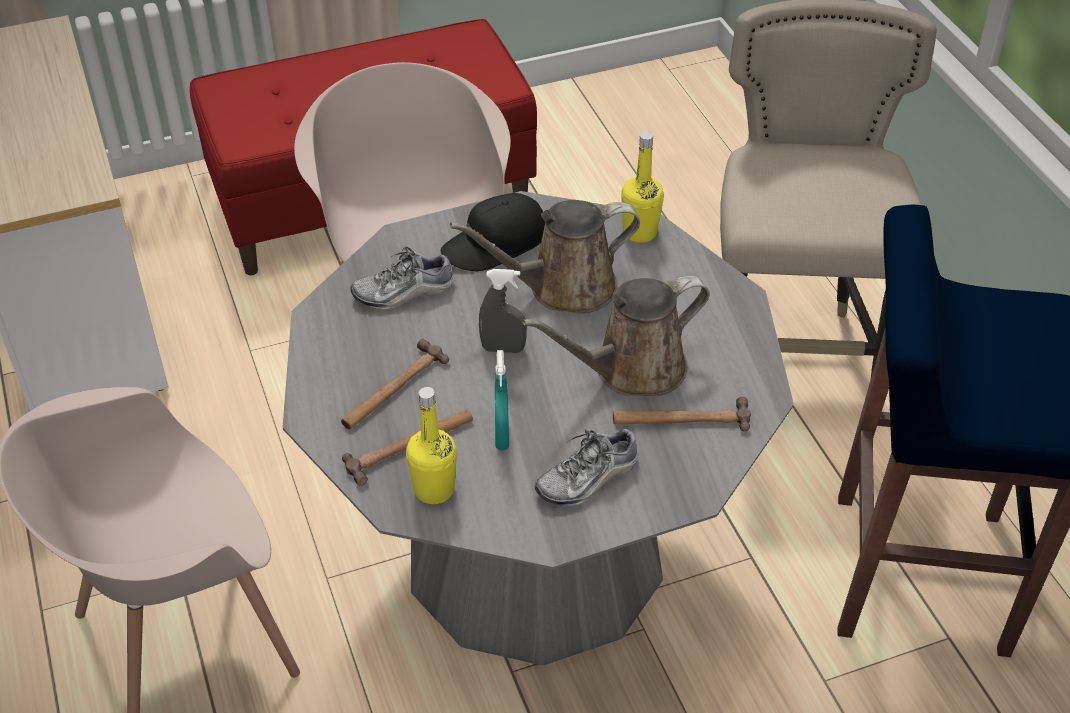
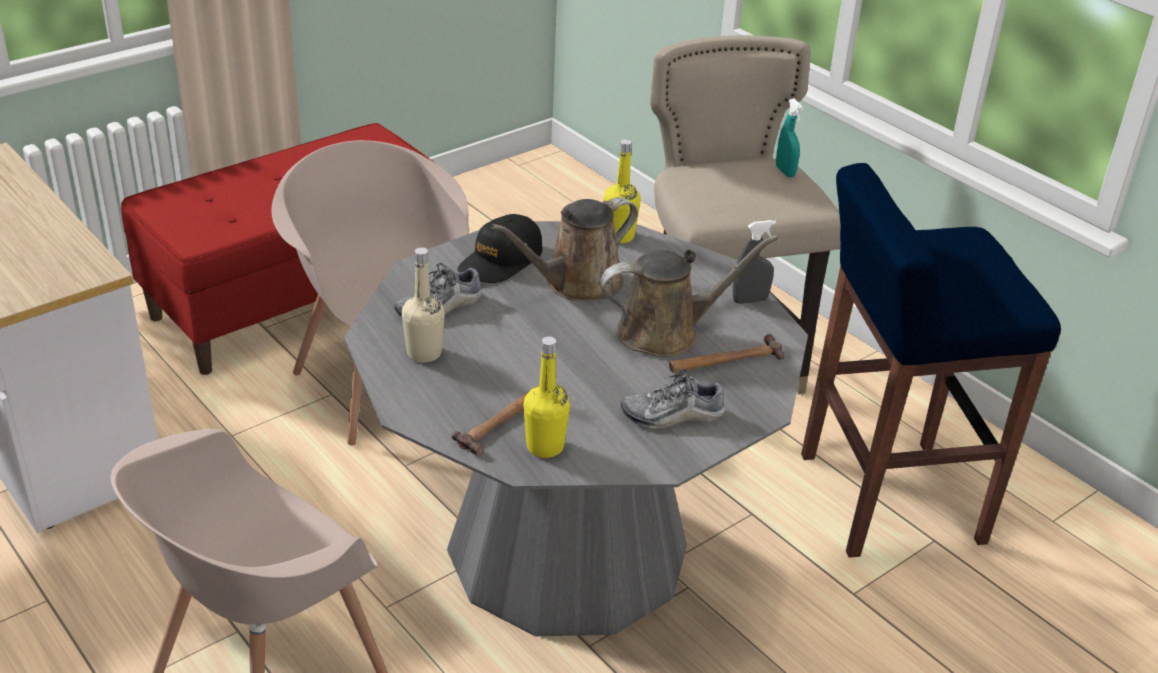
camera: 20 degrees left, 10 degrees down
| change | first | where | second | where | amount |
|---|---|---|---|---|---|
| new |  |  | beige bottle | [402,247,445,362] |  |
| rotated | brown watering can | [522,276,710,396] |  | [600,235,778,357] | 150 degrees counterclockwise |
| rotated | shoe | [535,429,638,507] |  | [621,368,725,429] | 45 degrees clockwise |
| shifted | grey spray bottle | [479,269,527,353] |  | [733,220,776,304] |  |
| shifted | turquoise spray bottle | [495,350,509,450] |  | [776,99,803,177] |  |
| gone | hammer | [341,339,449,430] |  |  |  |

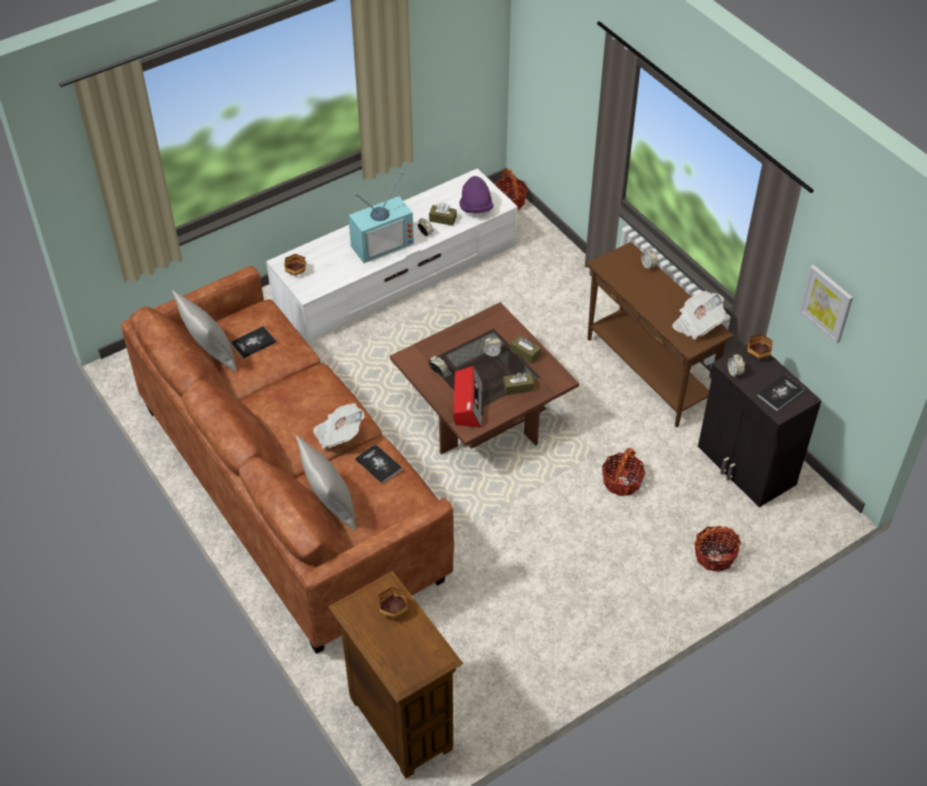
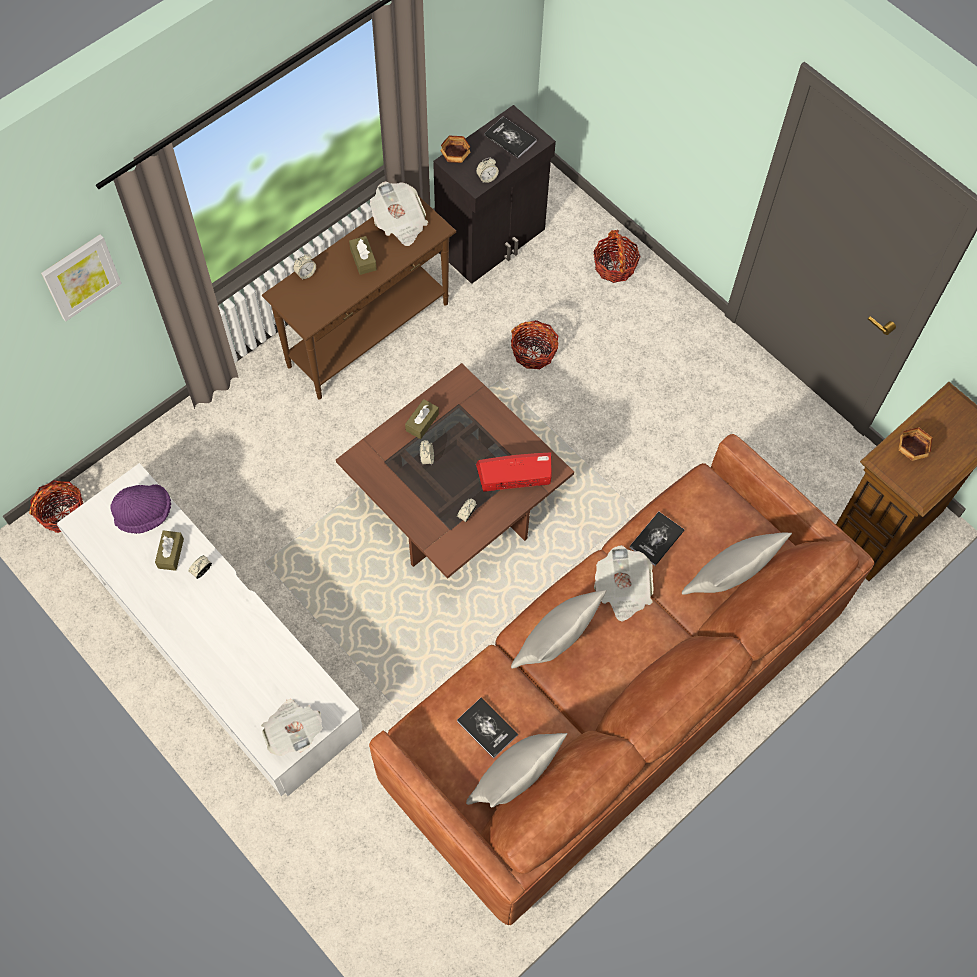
camera: 100 degrees left, 15 degrees up
| change | first | where | second | where | amount |
|---|---|---|---|---|---|
| shifted | picture | [799,265,853,344] |  | [41,234,122,321] |  |
| swapped | bowl | [285,254,306,276] | newspaper | [261,699,323,756] |  |
| shifted | brown tissue box | [503,372,534,395] |  | [349,236,377,275] |  |
| new |  |  | grey pillow | [511,590,607,668] |  |
| gone | television | [348,171,414,263] |  |  |  |

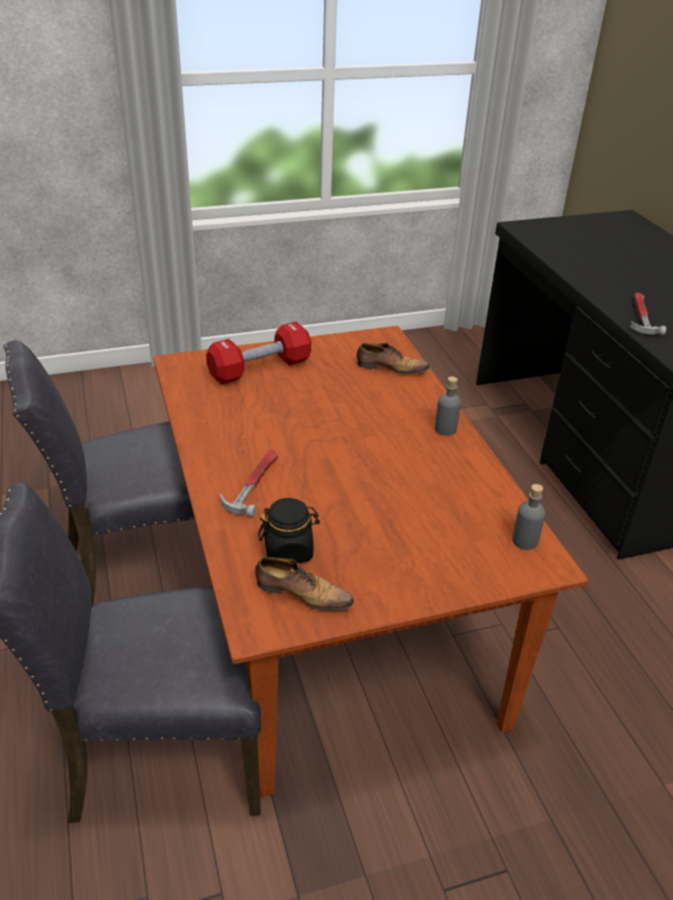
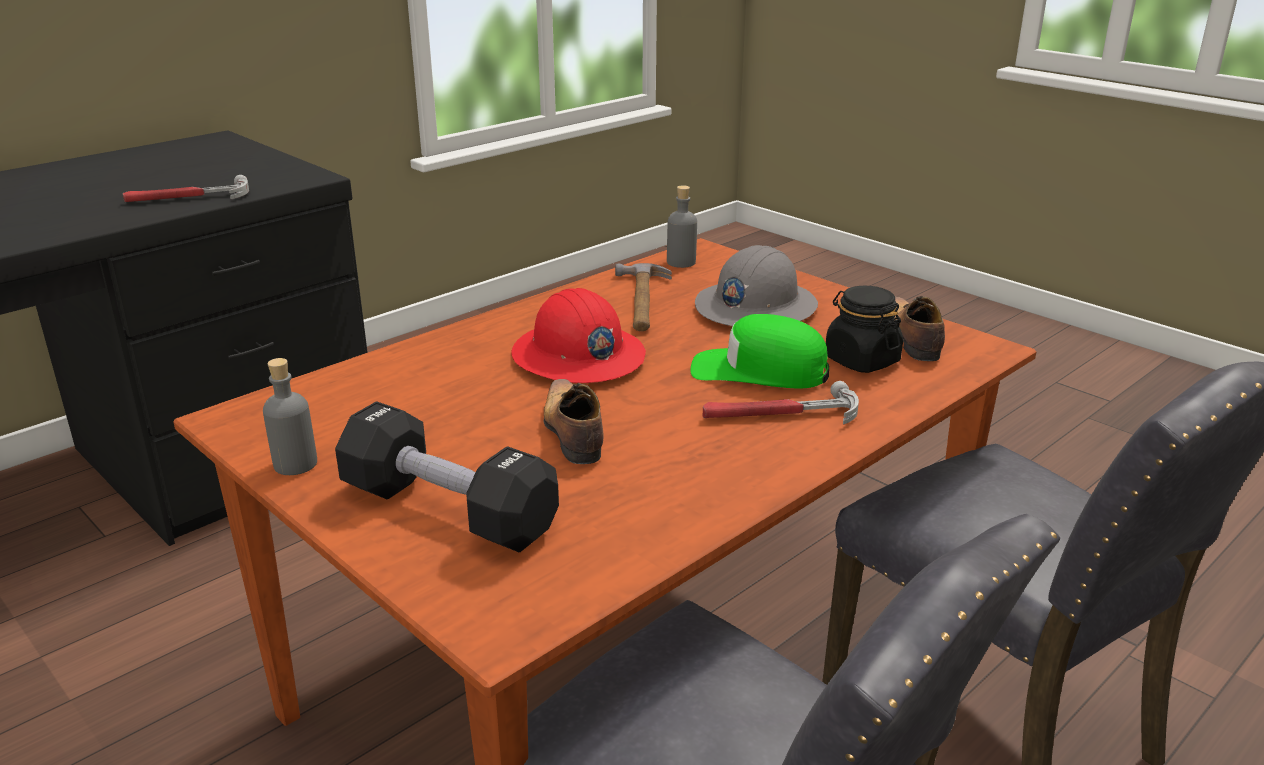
camera: 115 degrees left, 10 degrees down
| change | first | where | second | where | amount |
|---|---|---|---|---|---|
| shifted | grey bottle | [435,377,461,436] |  | [263,358,317,475] |  |
| repainted | red dumbbell | [206,322,311,384] | black dumbbell | [335,401,559,552] |  |
| new |  |  | red hard hat | [511,288,646,383] |  |
| shifted | shoe | [357,343,429,375] |  | [544,379,603,464] |  |
| new |  |  | hammer | [615,263,672,331] |  |
| new |  |  | green cap | [690,314,829,389] |  |
| new |  |  | grey hard hat | [695,245,818,326] |  |

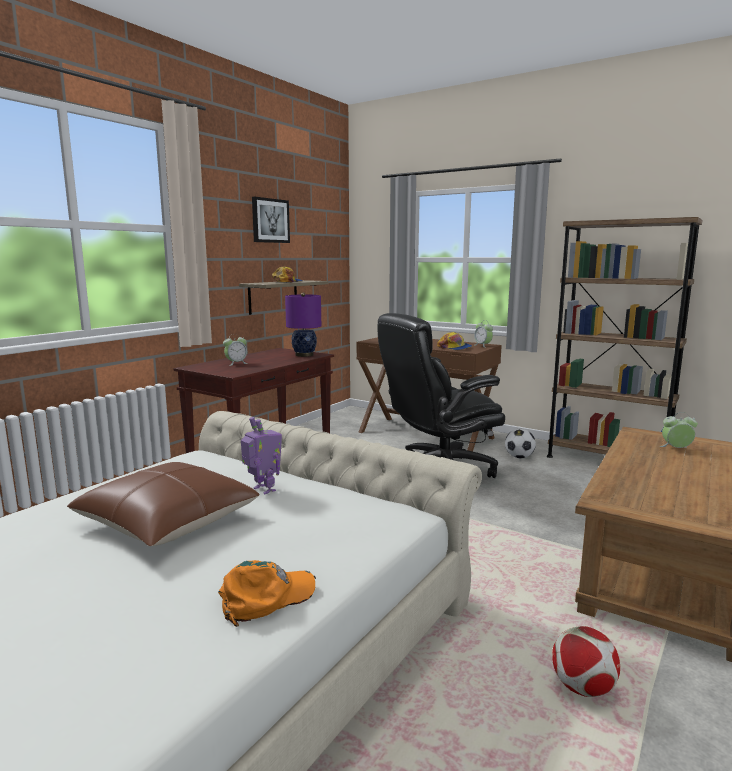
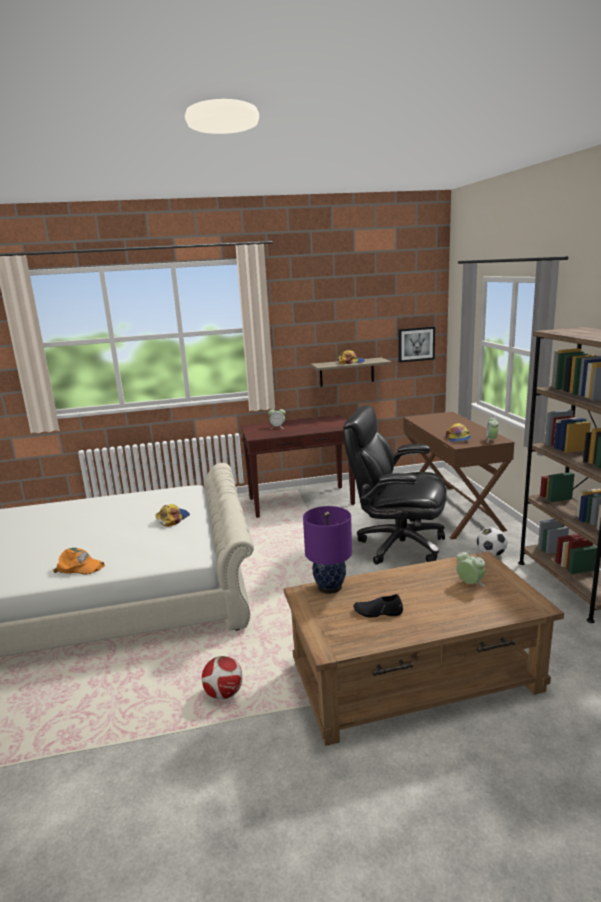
camera: 45 degrees right, 5 degrees up
| change | first | where | second | where | amount |
|---|---|---|---|---|---|
| swapped | toy robot | [241,417,282,494] | cap | [156,504,190,527] |  |
| shifted | purple table lamp | [285,293,321,357] |  | [303,506,352,594] |  |
| new |  |  | black shoe | [353,594,403,618] |  |
| shifted | picture | [252,197,290,243] |  | [398,326,435,363] |  |
| gone | brown pillow | [67,462,260,546] |  |  |  |

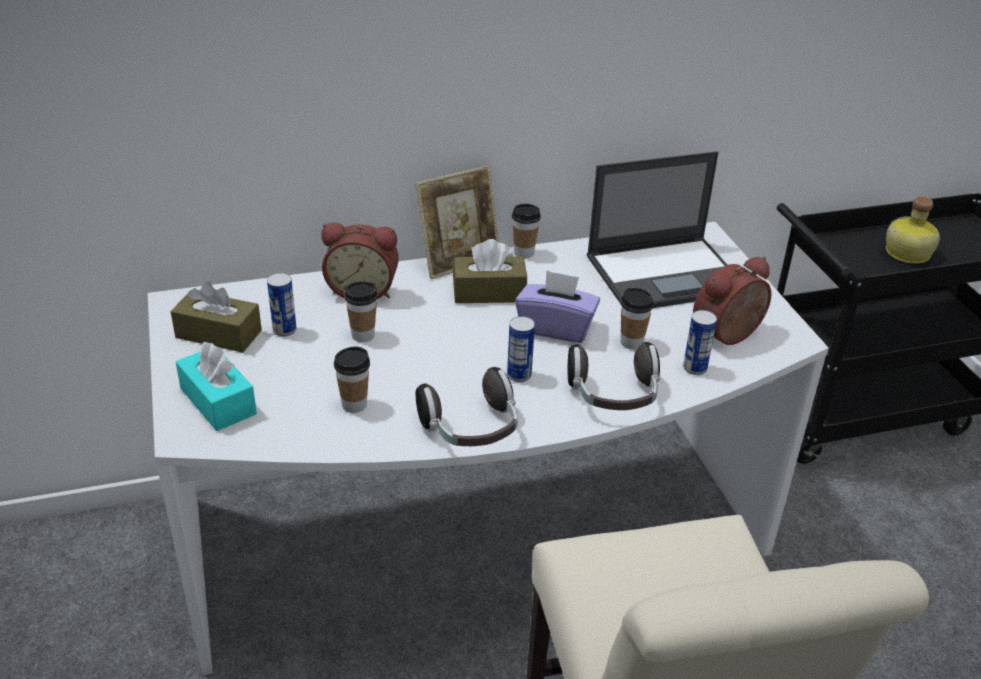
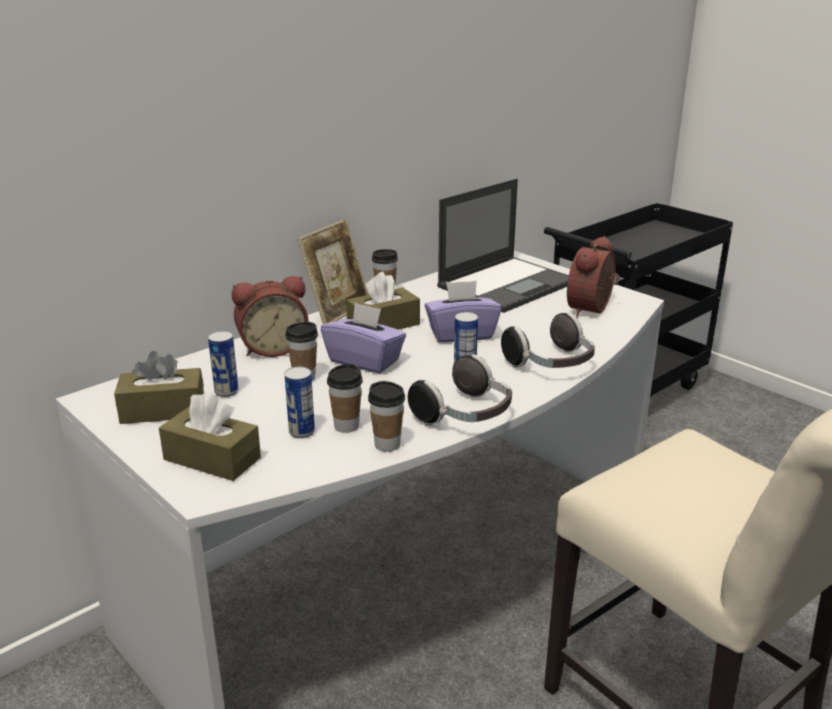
camera: 25 degrees left, 10 degrees down
| change | first | where | second | where | amount |
|---|---|---|---|---|---|
| repainted | turquoise tissue box | [176,342,257,431] | brown tissue box | [159,392,261,481] |  |
| shifted | can | [683,310,717,375] |  | [284,367,315,438] |  |
| new |  |  | purple tissue box | [321,302,406,373] |  |
| shifted | cup | [621,287,654,350] |  | [368,381,405,452] |  |
| gone | bottle | [886,197,940,264] |  |  |  |

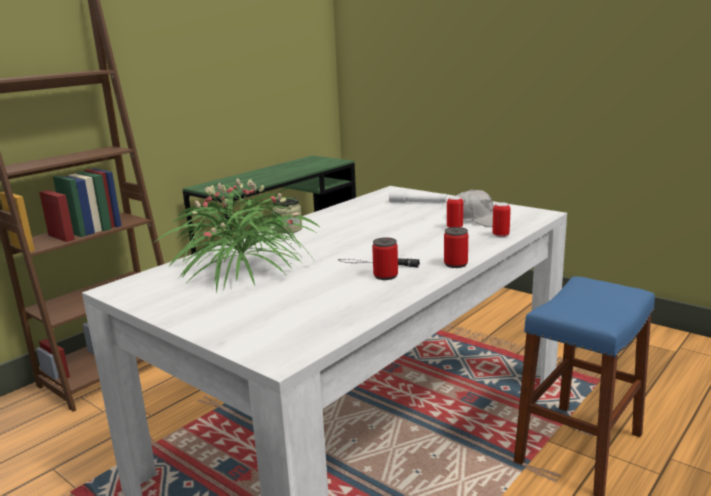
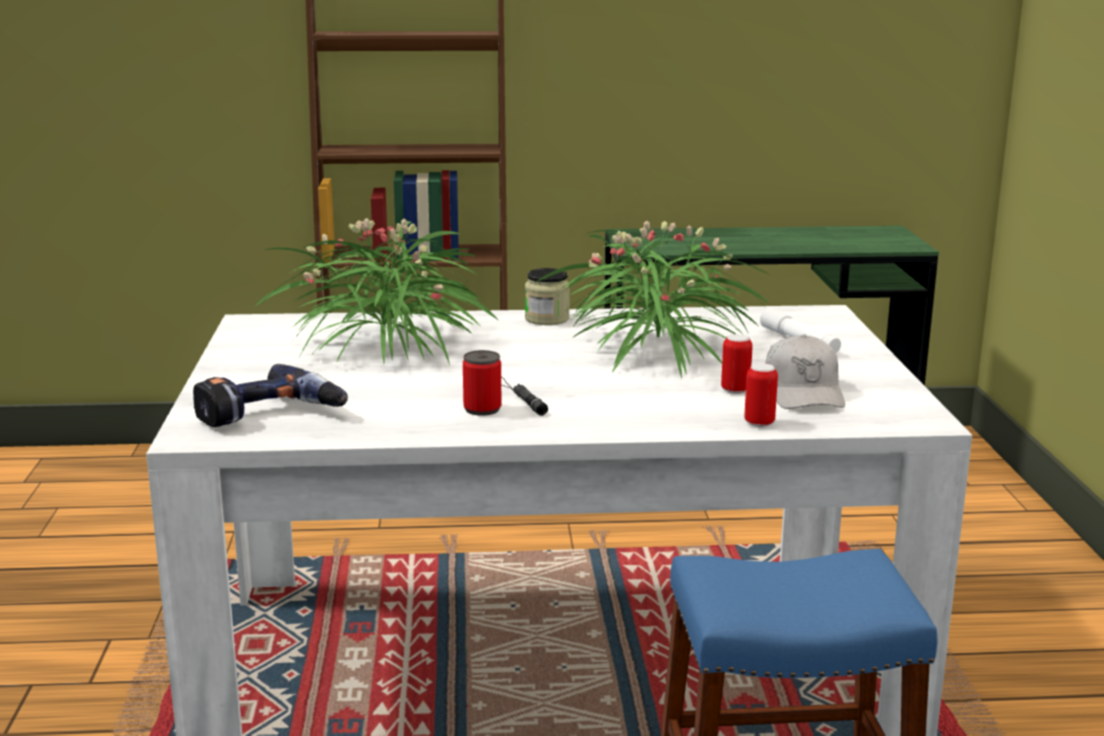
camera: 45 degrees right, 0 degrees up
| change | first | where | second | where | amount |
|---|---|---|---|---|---|
| new |  |  | power drill | [193,364,348,427] |  |
| new |  |  | potted plant | [537,221,771,378] |  |
| gone | can | [444,227,468,268] |  |  |  |

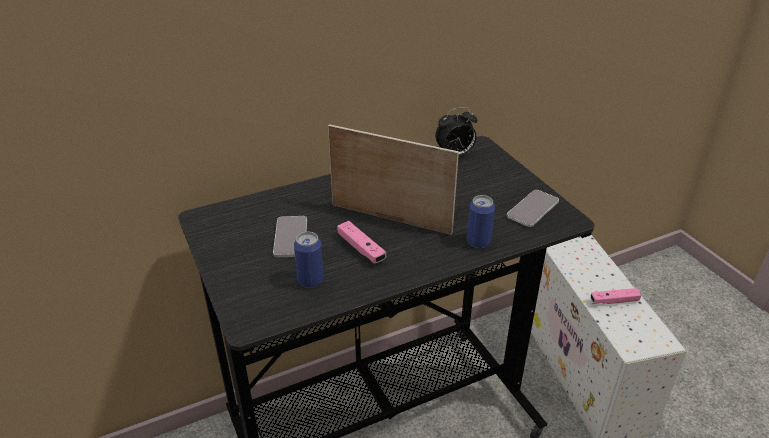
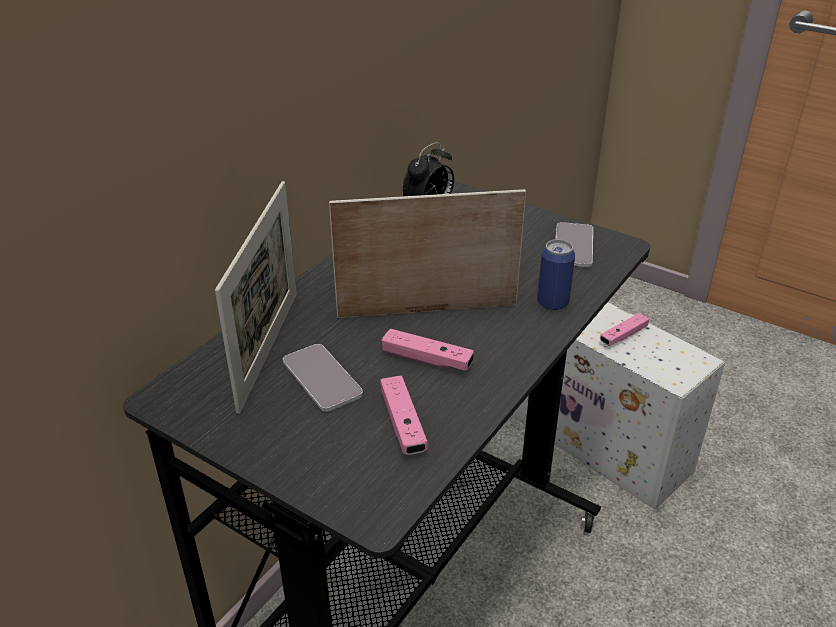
camera: 30 degrees left, 0 degrees up
| change | first | where | second | where | amount |
|---|---|---|---|---|---|
| new |  |  | picture frame | [215,181,297,414] |  |
| swapped | can | [294,232,324,288] | pink game controller | [380,376,428,455] |  |

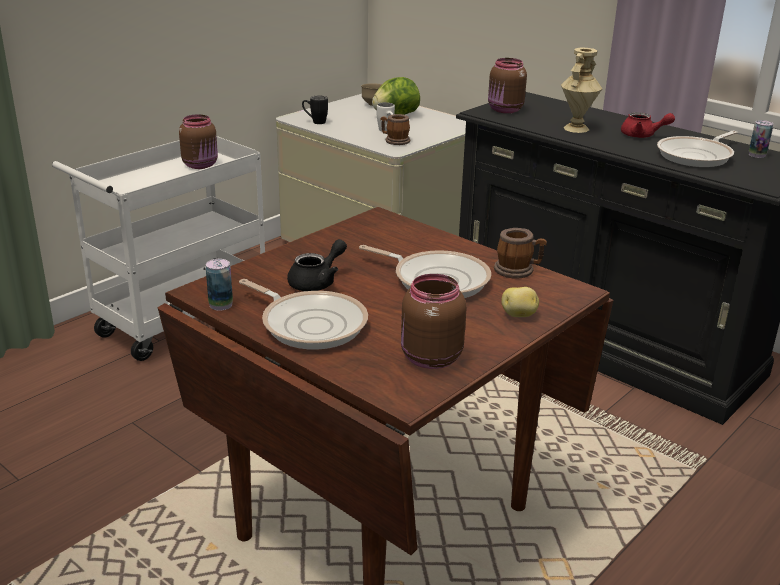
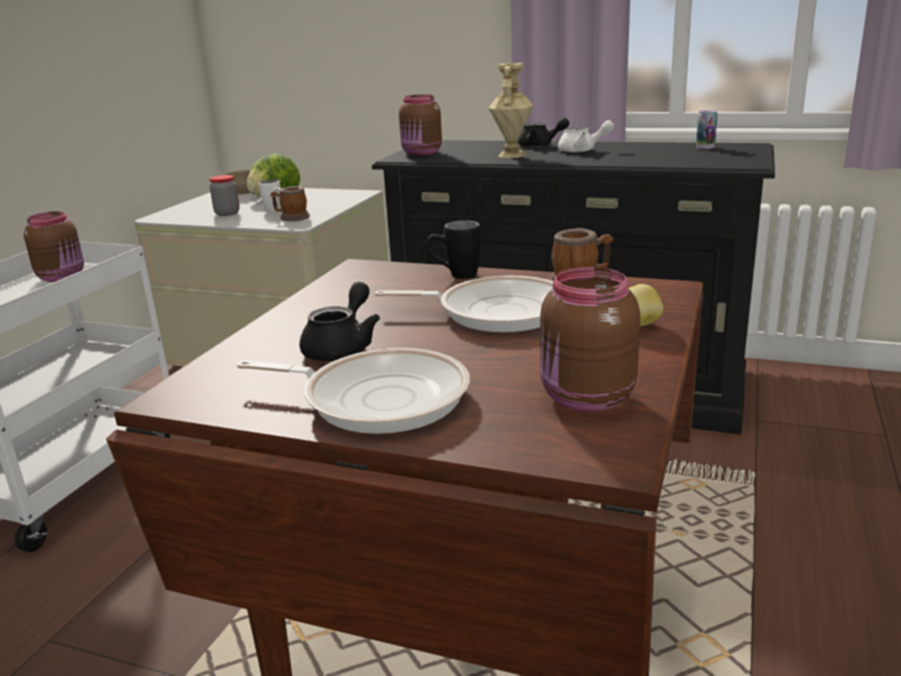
camera: 20 degrees left, 5 degrees down
| change | first | where | second | where | amount |
|---|---|---|---|---|---|
| new |  |  | jar | [209,175,240,216] |  |
| shifted | black mug | [302,96,328,124] |  | [427,220,481,279] |  |
| new |  |  | black teapot | [517,118,569,147] |  |
| repainted | red teapot | [621,112,675,138] | white teapot | [558,120,614,153] |  |
| gone | can | [206,259,233,311] |  |  |  |
| gone | frying pan | [657,131,738,167] |  |  |  |

